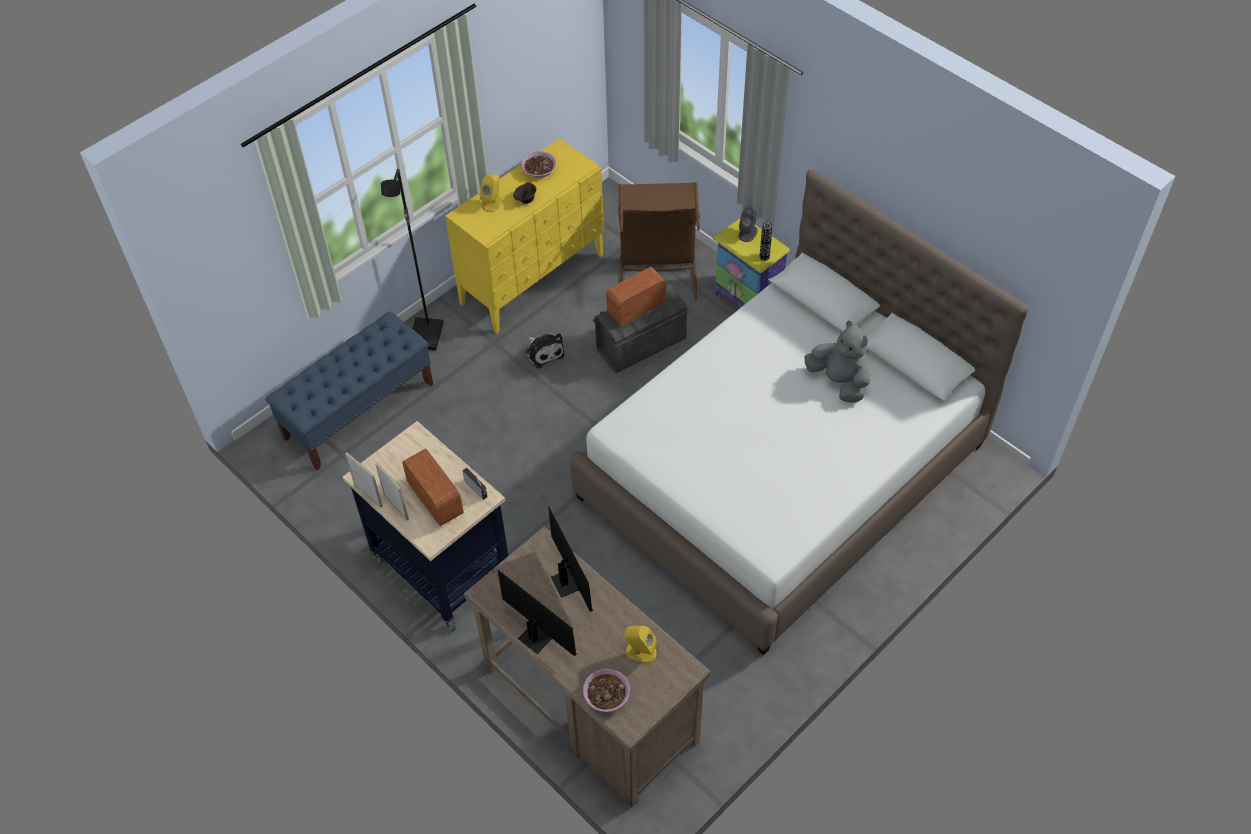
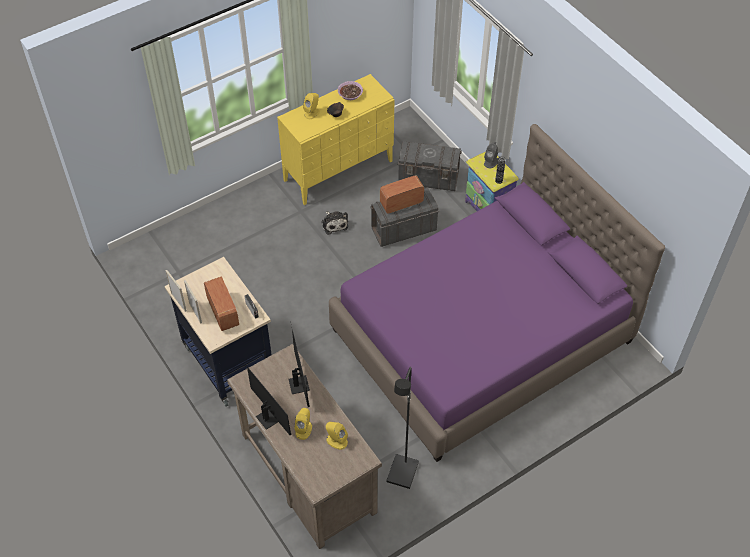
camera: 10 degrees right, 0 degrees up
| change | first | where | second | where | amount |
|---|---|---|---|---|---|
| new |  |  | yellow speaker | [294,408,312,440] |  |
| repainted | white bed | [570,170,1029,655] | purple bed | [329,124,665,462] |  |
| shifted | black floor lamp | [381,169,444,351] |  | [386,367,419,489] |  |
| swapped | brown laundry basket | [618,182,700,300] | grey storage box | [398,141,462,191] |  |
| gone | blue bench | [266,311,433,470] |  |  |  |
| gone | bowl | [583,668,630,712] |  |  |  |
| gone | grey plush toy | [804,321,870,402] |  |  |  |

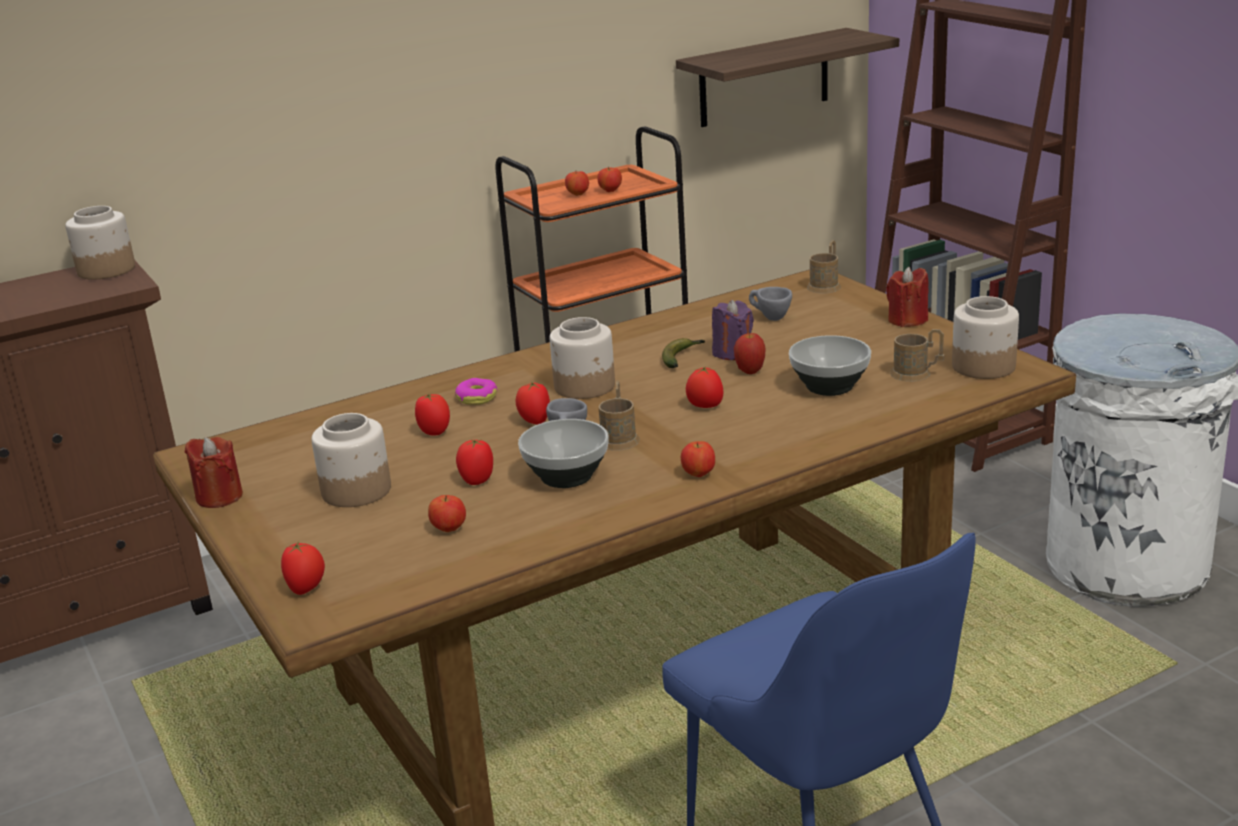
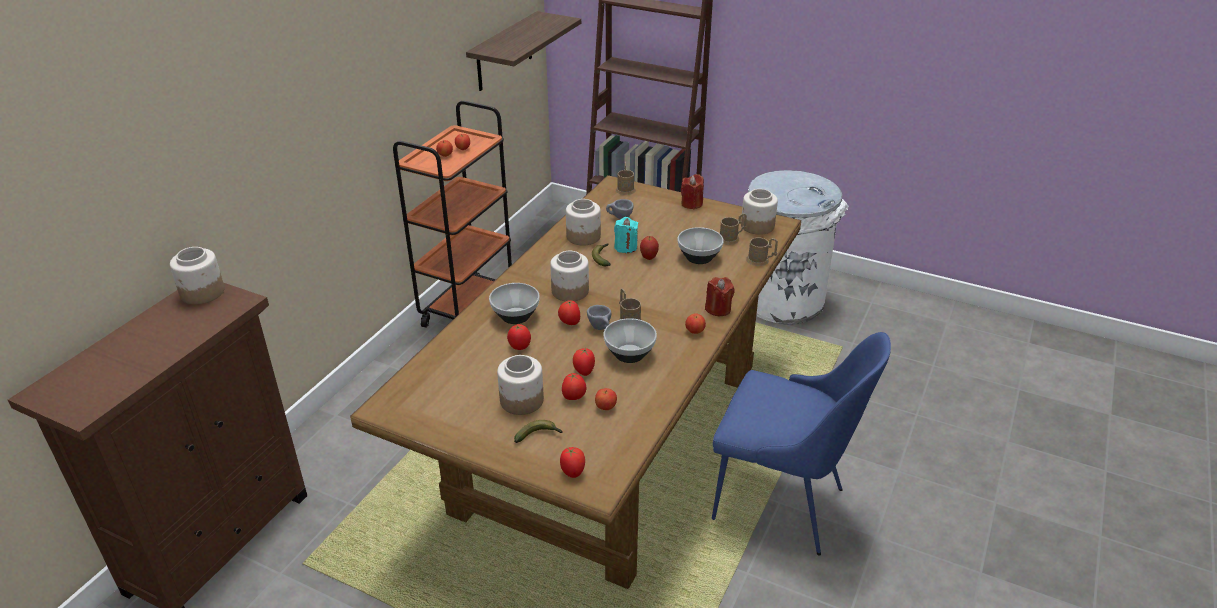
camera: 35 degrees left, 10 degrees up
| change | first | where | second | where | amount |
|---|---|---|---|---|---|
| swapped | donut | [455,378,498,405] | bowl | [489,283,540,324] |  |
| new |  |  | banana | [514,420,562,443] |  |
| shifted | tomato | [686,367,723,408] |  | [562,373,587,400] |  |
| new |  |  | jar | [566,199,601,246] |  |
| repainted | purple candle | [712,300,754,360] | turquoise candle | [614,217,638,253] |  |
| shifted | red candle | [185,437,243,508] |  | [705,277,735,316] |  |
| new |  |  | brown mug | [746,237,778,266] |  |

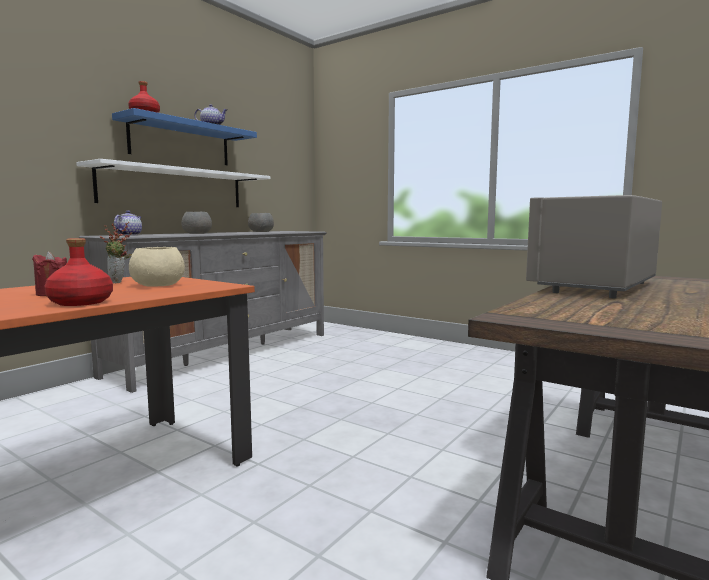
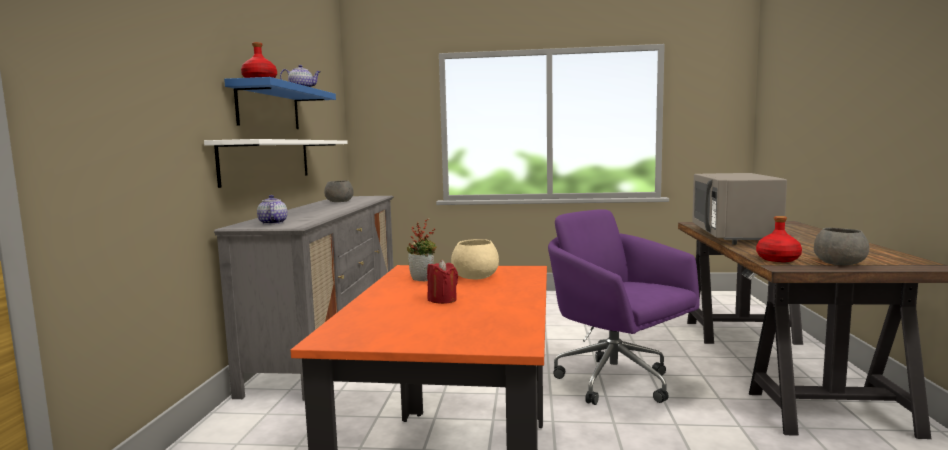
camera: 30 degrees left, 0 degrees up
| change | first | where | second | where | amount |
|---|---|---|---|---|---|
| new |  |  | purple office chair | [548,209,700,405] |  |
| shifted | red bottle | [44,238,113,306] |  | [756,216,802,262] |  |
| shifted | grey bowl | [181,212,212,234] |  | [814,228,869,265] |  |

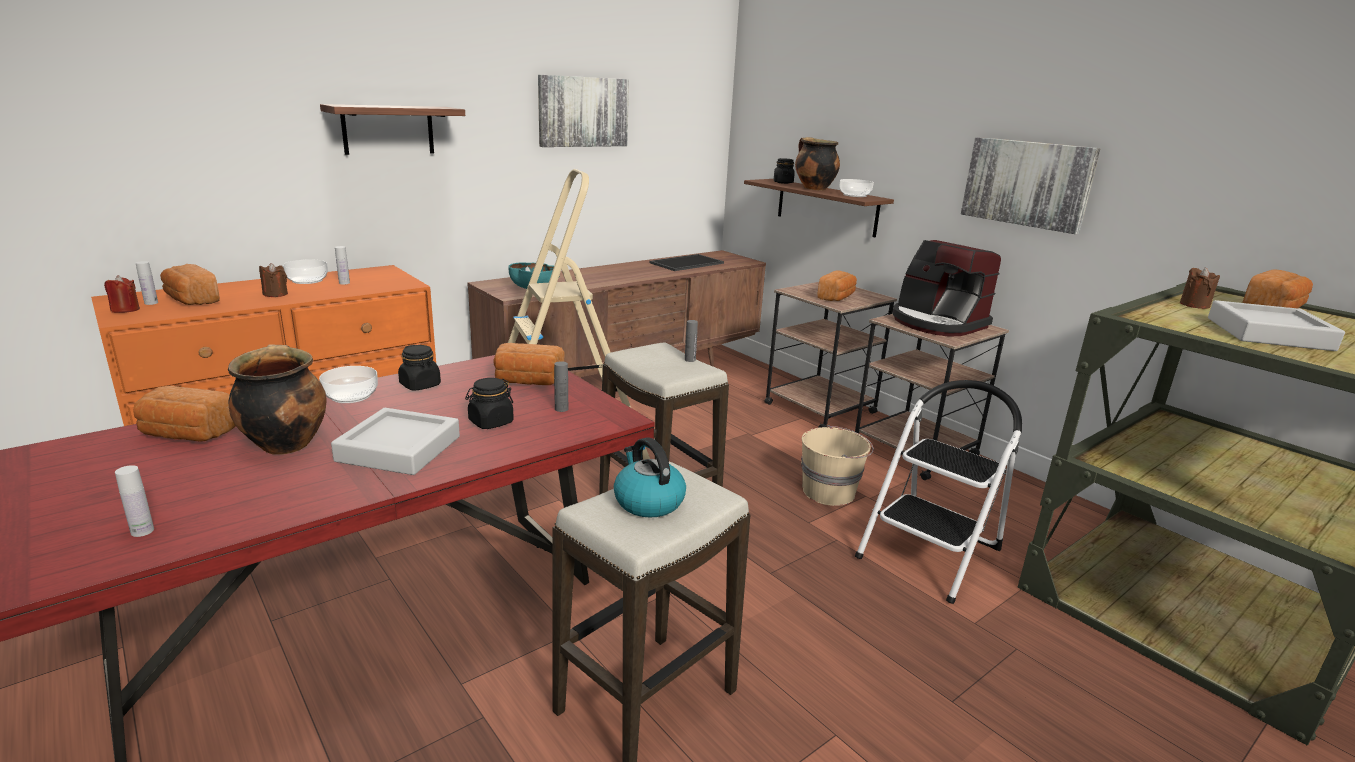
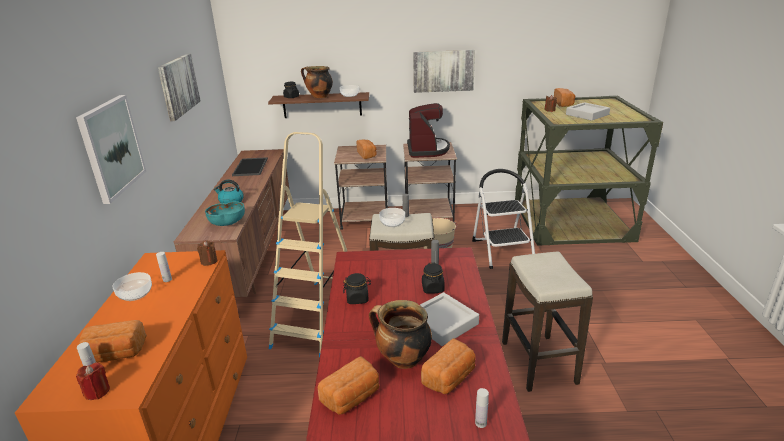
camera: 50 degrees left, 5 degrees up
| change | first | where | second | where | amount |
|---|---|---|---|---|---|
| swapped | shelf | [320,104,465,155] | picture | [76,95,146,204] |  |
| shifted | brown candle | [259,263,288,297] |  | [197,240,217,266] |  |
| shifted | kettle | [614,437,686,518] |  | [214,180,244,203] |  |
| shifted | bowl | [319,366,378,403] |  | [379,208,405,227] |  |
| rotated | coffee machine | [893,240,1001,337] |  | [407,103,450,158] | 90 degrees counterclockwise |
| shifted | bread | [493,343,564,385] |  | [421,338,476,394] |  |

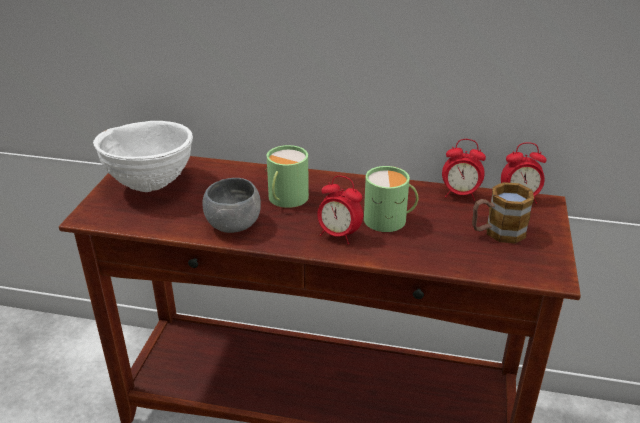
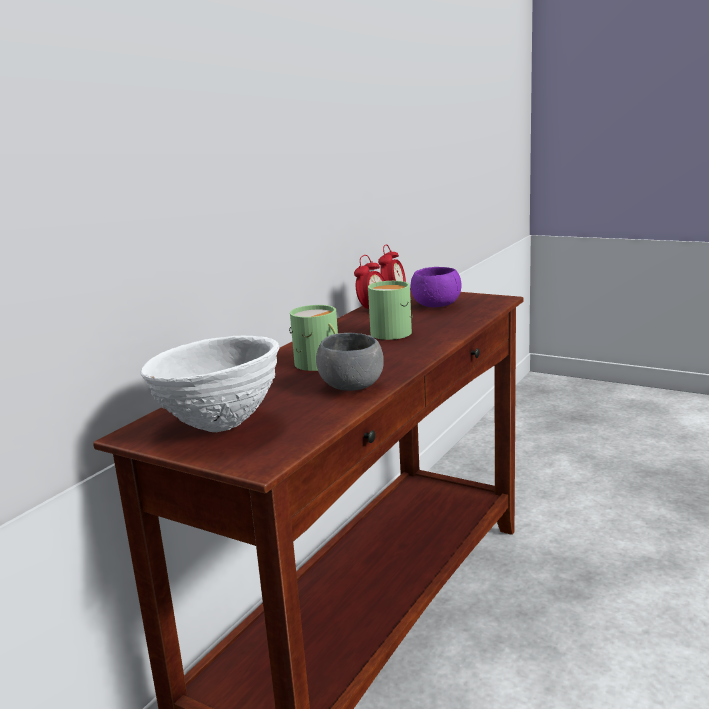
camera: 70 degrees left, 15 degrees down
| change | first | where | second | where | amount |
|---|---|---|---|---|---|
| swapped | mug | [472,182,534,244] | purple bowl | [411,267,462,307] |  |
| gone | alarm clock | [317,176,363,244] |  |  |  |

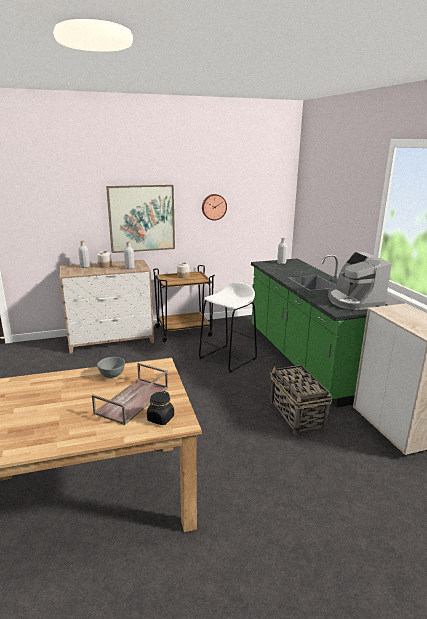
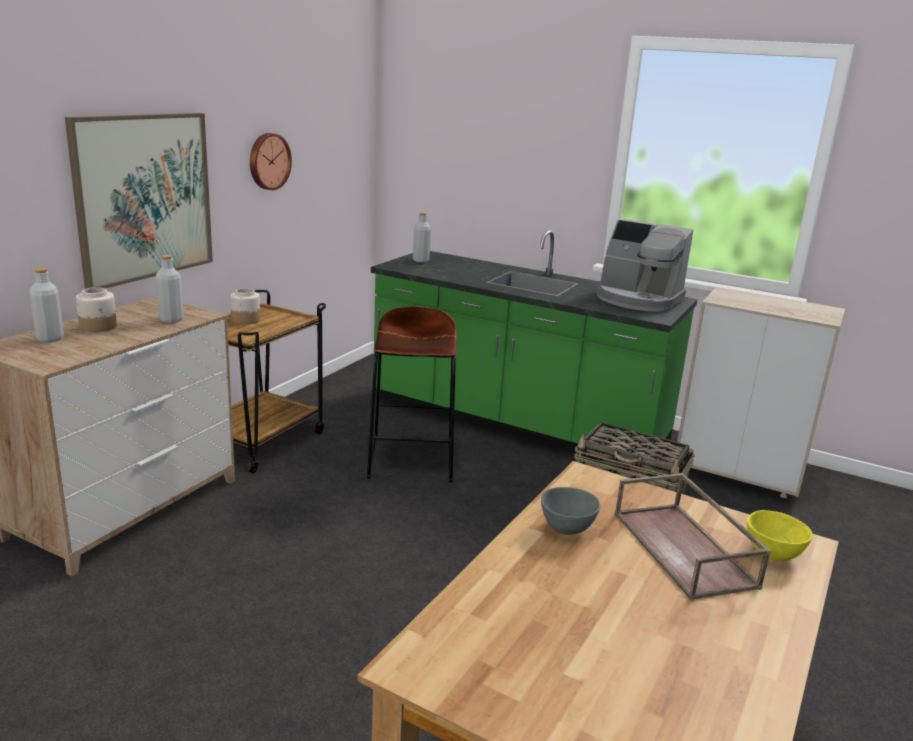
camera: 45 degrees left, 0 degrees up
| change | first | where | second | where | amount |
|---|---|---|---|---|---|
| repainted | white stool | [199,282,257,373] | brown stool | [367,306,457,482] |  |
| swapped | black jar | [147,391,174,425] | yellow bowl | [747,510,813,561] |  |

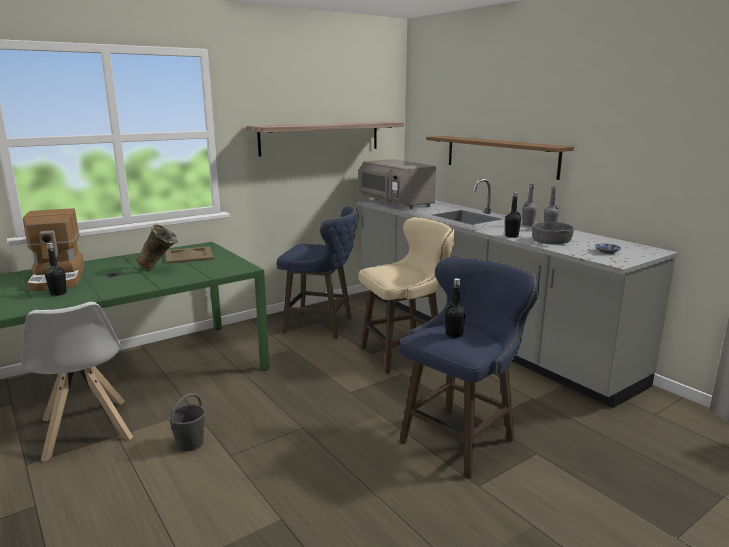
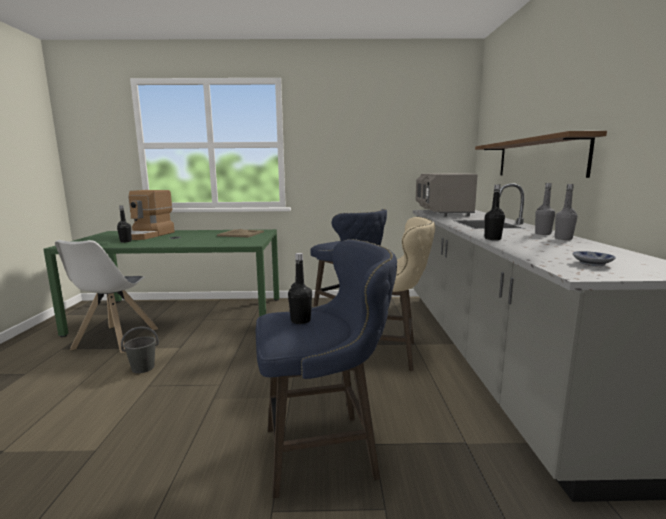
camera: 35 degrees right, 5 degrees down
| change | first | where | second | where | amount |
|---|---|---|---|---|---|
| gone | beige vase | [136,224,178,270] |  |  |  |
| gone | shelf | [246,121,404,157] |  |  |  |
| gone | grey bowl | [532,222,574,244] |  |  |  |

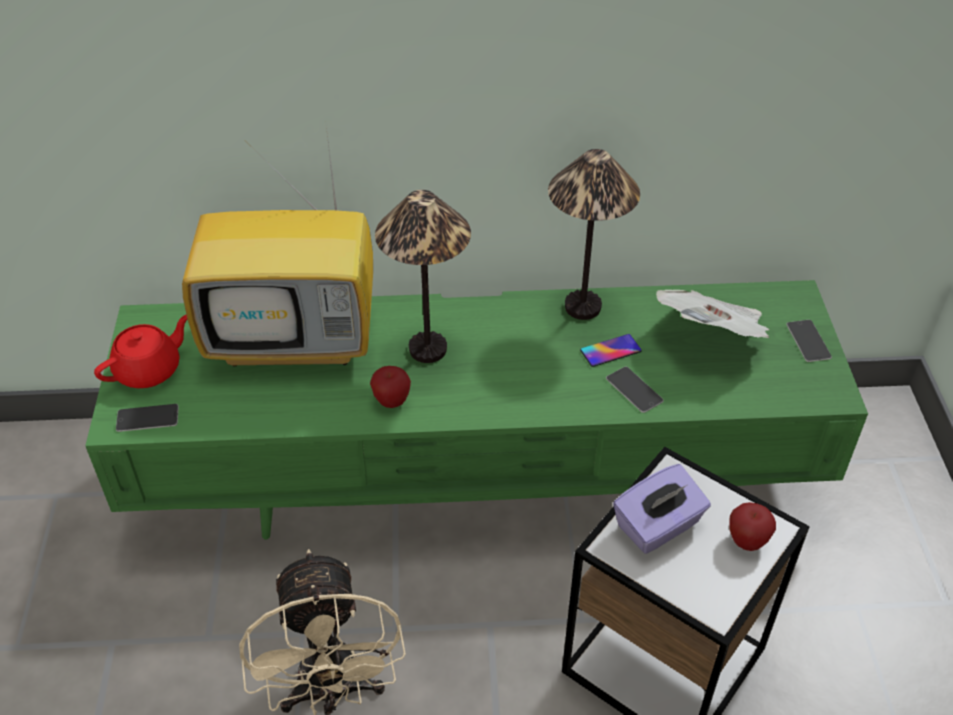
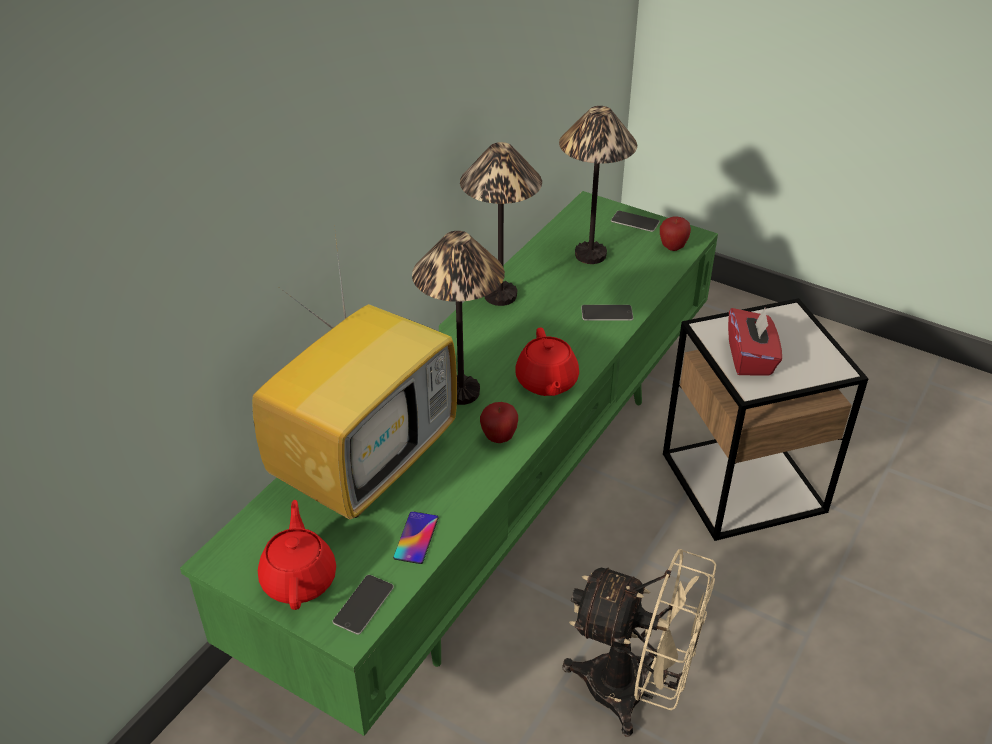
camera: 55 degrees left, 5 degrees down
| change | first | where | second | where | amount |
|---|---|---|---|---|---|
| shifted | phone | [580,334,642,367] |  | [393,511,439,564] |  |
| new |  |  | red teapot | [515,328,579,396] |  |
| swapped | newspaper | [656,290,769,338] | table lamp | [559,106,637,264] |  |
| shifted | apple | [729,502,776,551] |  | [660,217,691,251] |  |
| repainted | purple tissue box | [613,464,711,554] | red tissue box | [728,308,782,376] |  |

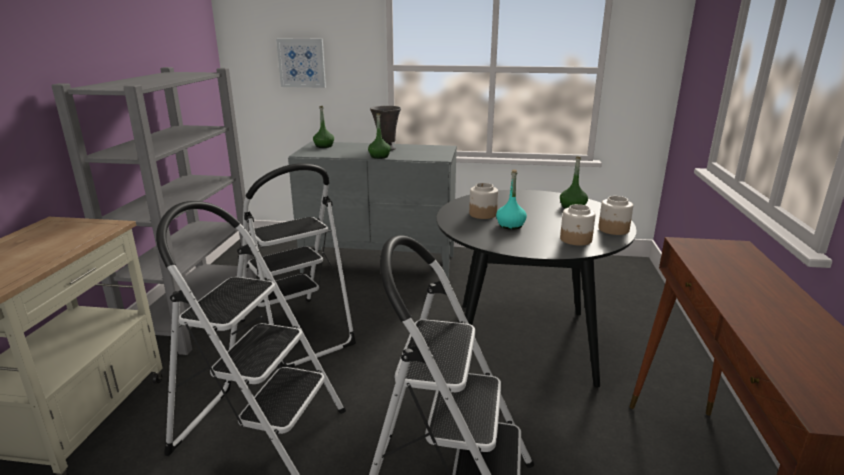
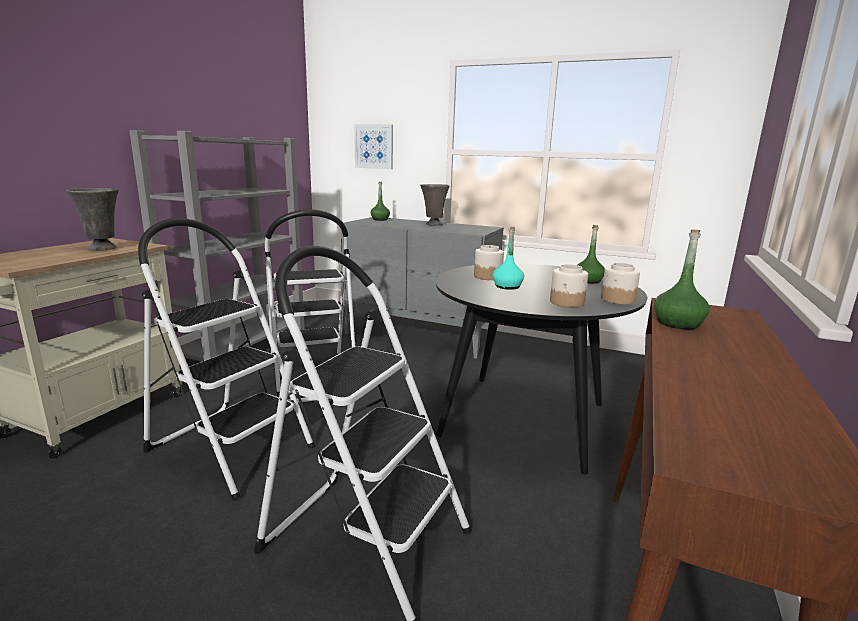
camera: 15 degrees right, 5 degrees down
| change | first | where | second | where | amount |
|---|---|---|---|---|---|
| new |  |  | grey vase | [66,188,119,251] |  |
| shifted | green bottle | [368,113,391,159] |  | [654,230,709,329] |  |

